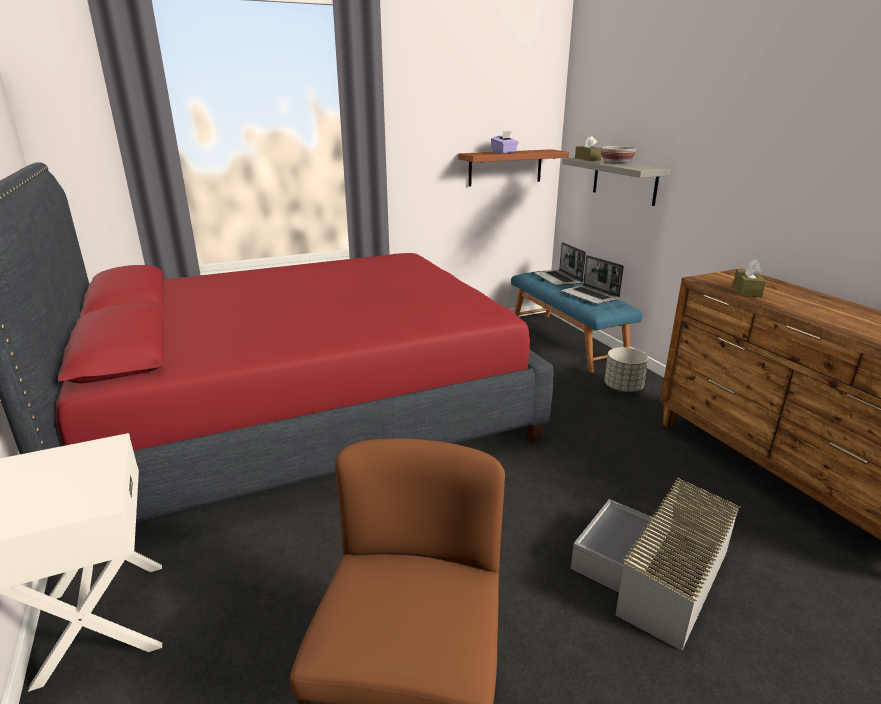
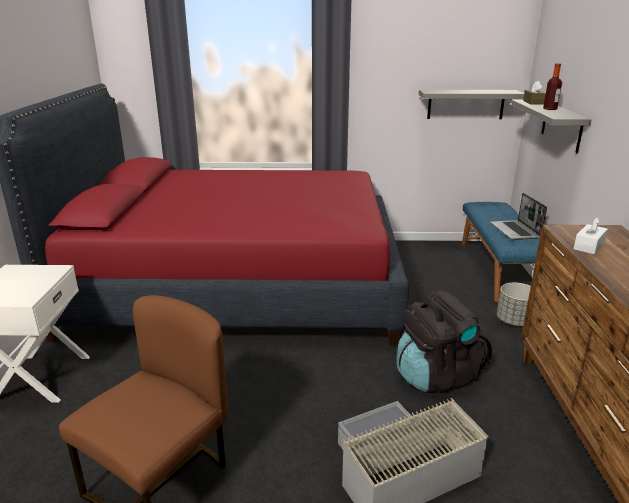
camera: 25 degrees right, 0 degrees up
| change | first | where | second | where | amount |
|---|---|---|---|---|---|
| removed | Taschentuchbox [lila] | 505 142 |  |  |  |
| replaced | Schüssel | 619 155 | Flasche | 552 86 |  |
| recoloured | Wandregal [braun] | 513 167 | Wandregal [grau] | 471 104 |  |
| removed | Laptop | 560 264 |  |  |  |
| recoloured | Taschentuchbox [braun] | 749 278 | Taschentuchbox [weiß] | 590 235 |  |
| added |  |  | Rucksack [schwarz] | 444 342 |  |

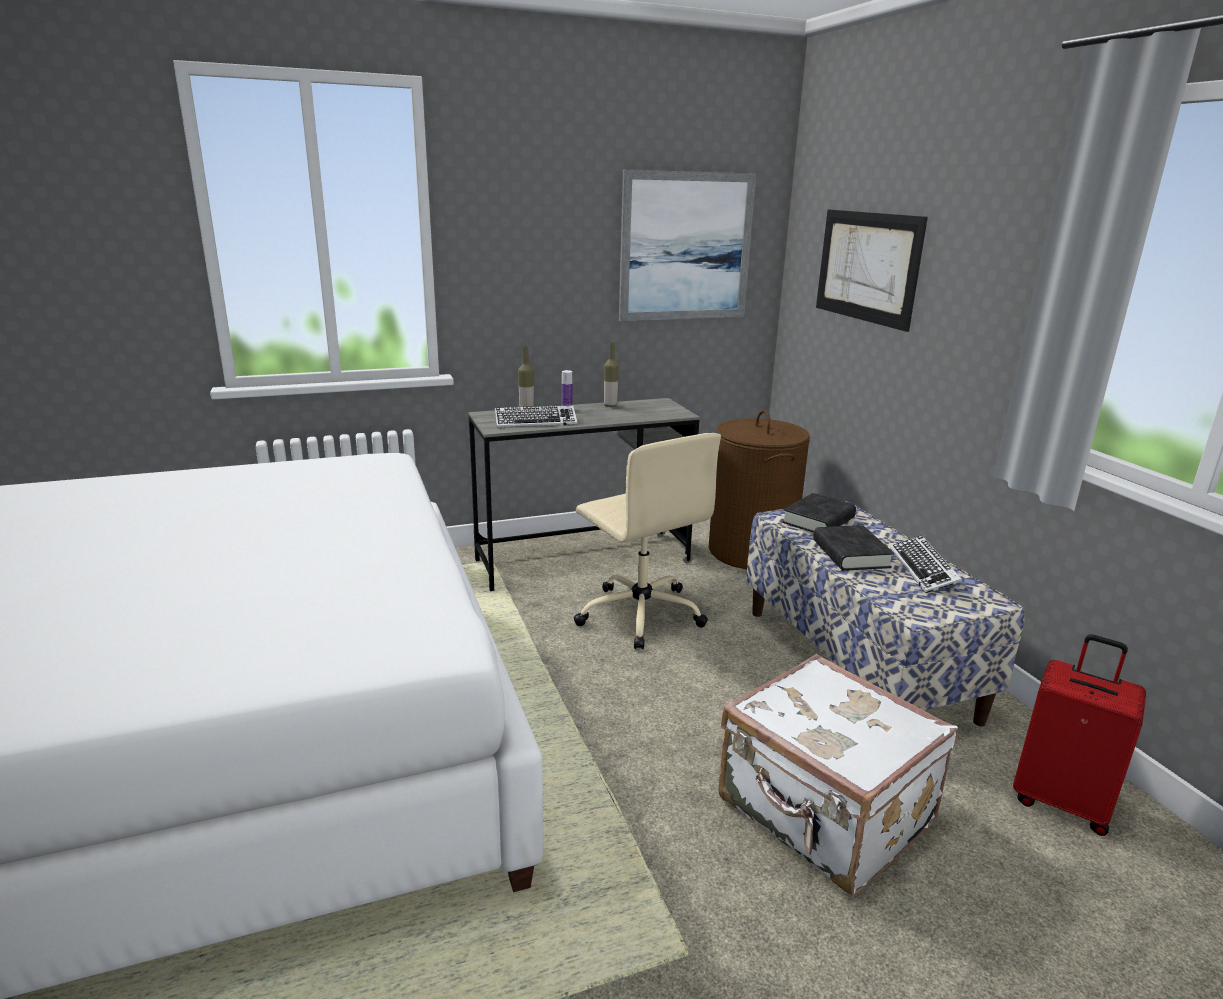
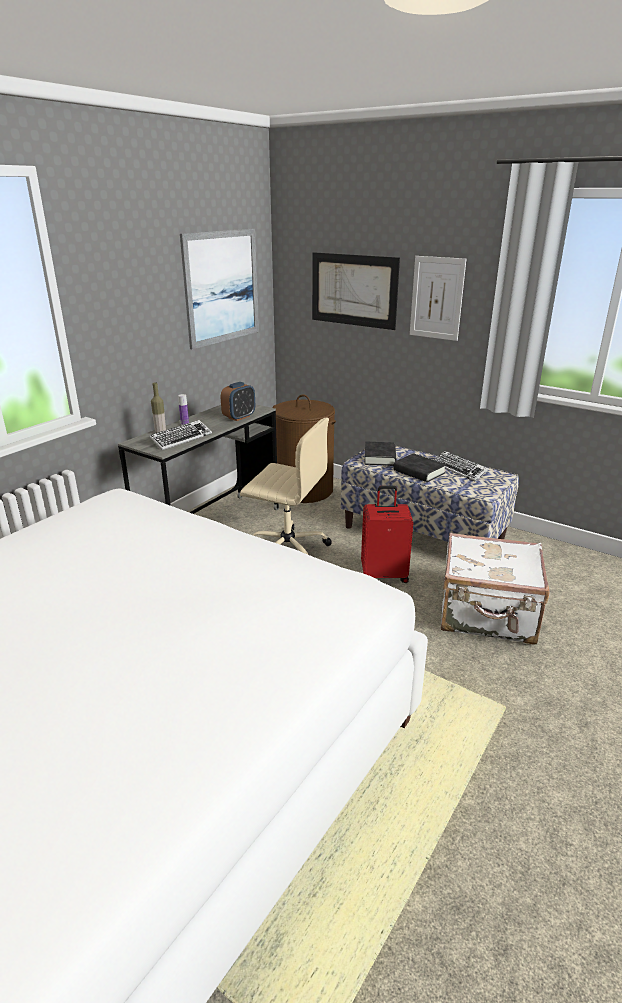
camera: 35 degrees left, 5 degrees up
| change | first | where | second | where | amount |
|---|---|---|---|---|---|
| removed | Flasche | 611 374 |  |  |  |
| moved | Koffer [rot] | 1079 735 |  | 387 534 |  |
| added |  |  | Bild | 438 298 |  |
| added |  |  | Wecker | 238 401 |  |

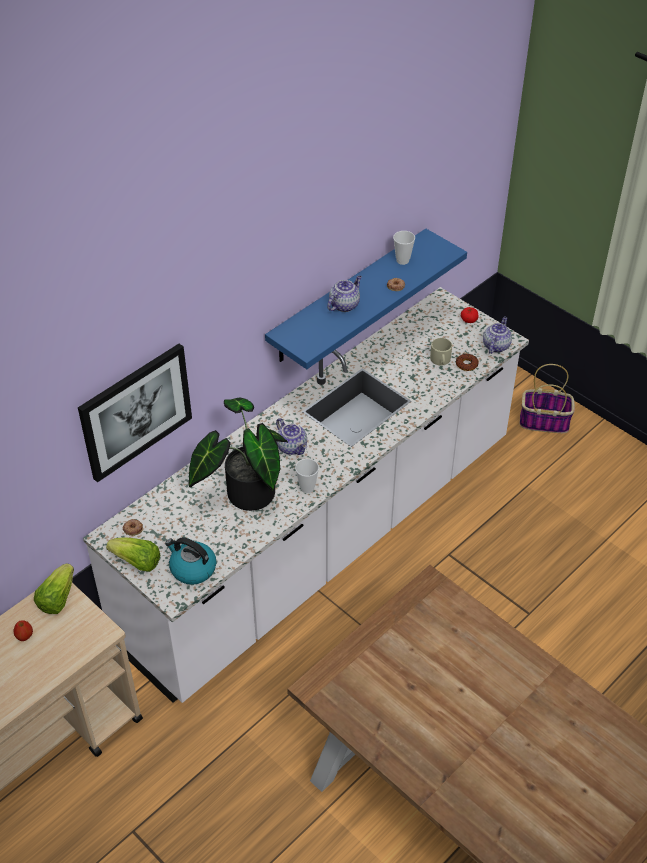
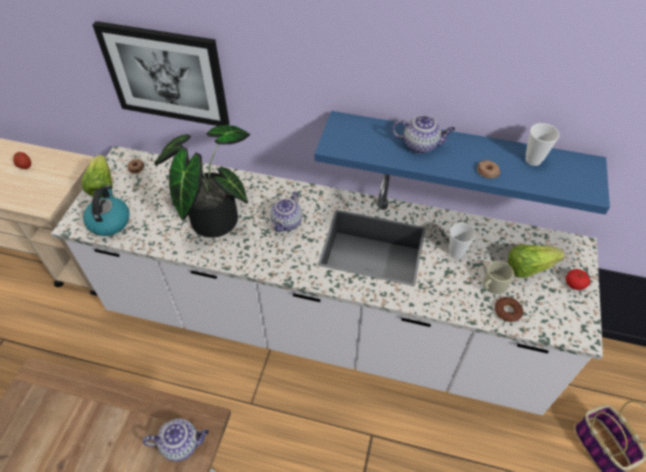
camera: 60 degrees right, 5 degrees up
| change | first | where | second | where | amount |
|---|---|---|---|---|---|
| moved | Teekanne | 497 335 |  | 176 440 |  |
| moved | Tasse | 307 476 |  | 462 240 |  |
| moved | Salatkopf | 54 589 |  | 536 261 |  |

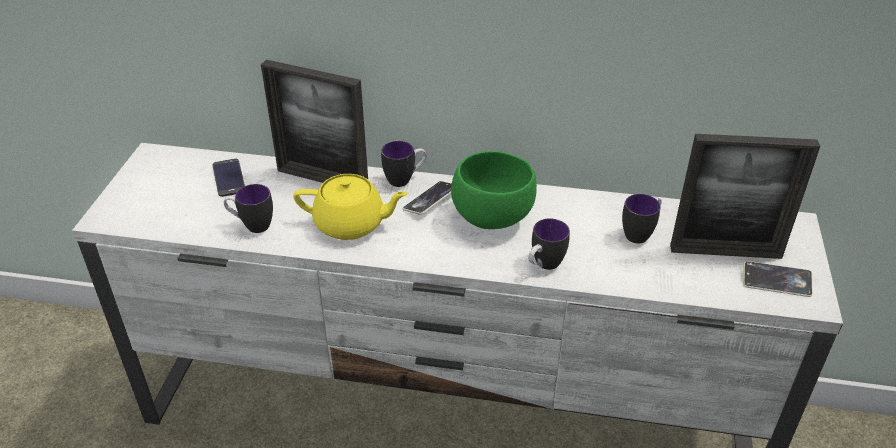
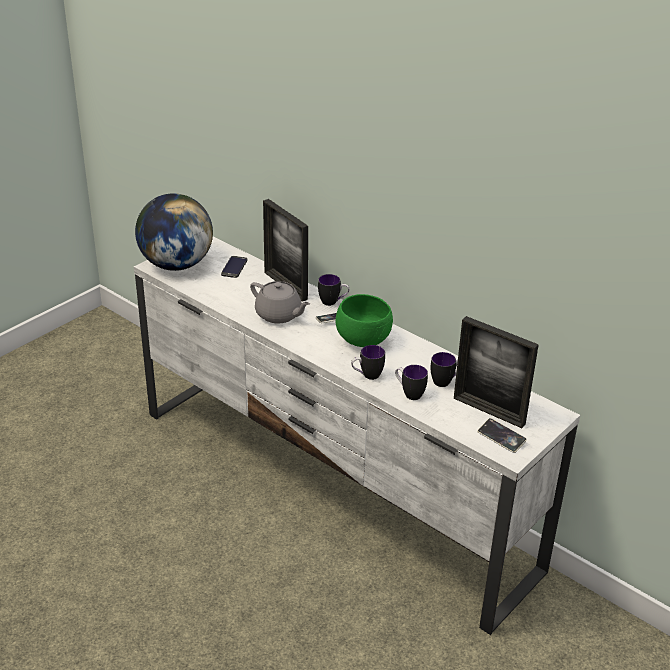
camera: 30 degrees right, 5 degrees down
| change | first | where | second | where | amount |
|---|---|---|---|---|---|
| recoloured | Teekanne [gelb] | 350 207 | Teekanne [grau] | 280 302 |  |
| moved | Henkelbecher | 248 208 |  | 411 382 |  |
| added |  |  | Globus | 174 232 |  |

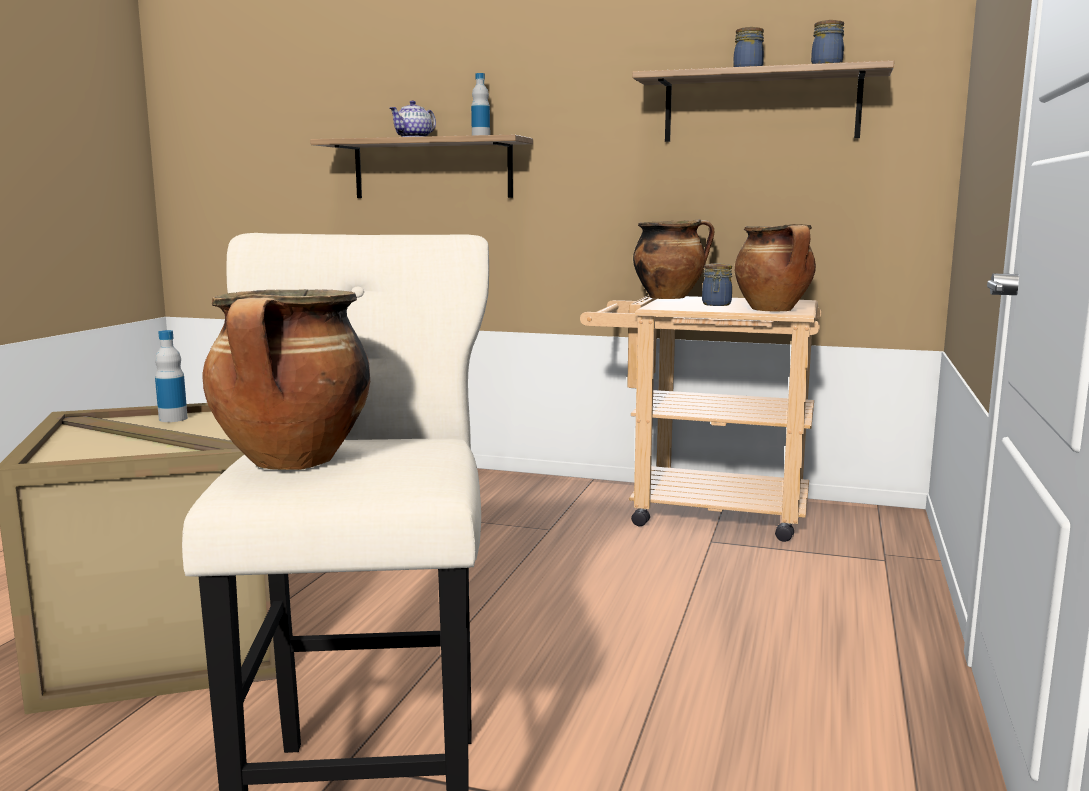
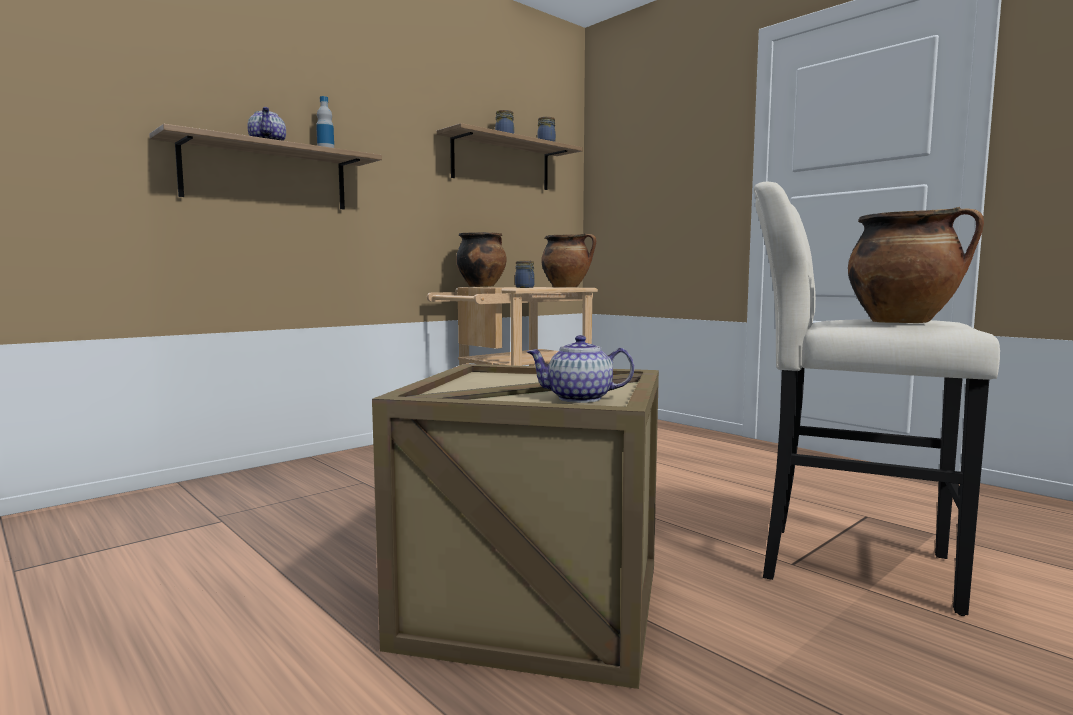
camera: 60 degrees left, 5 degrees down
| change | first | where | second | where | amount |
|---|---|---|---|---|---|
| removed | Flasche | 171 376 |  |  |  |
| added |  |  | Teekanne | 580 369 |  |

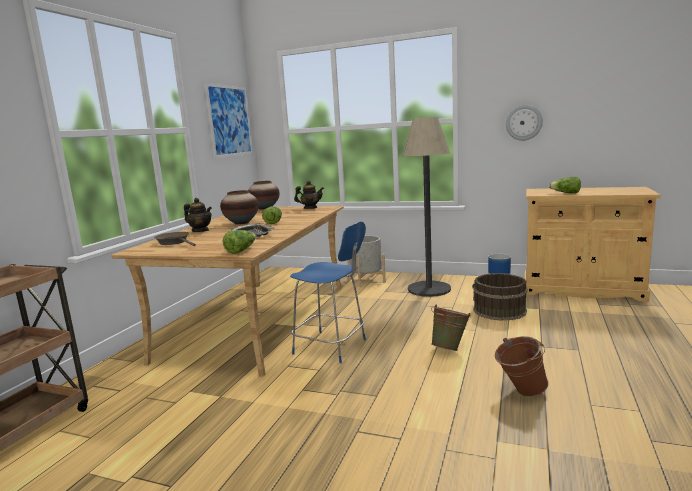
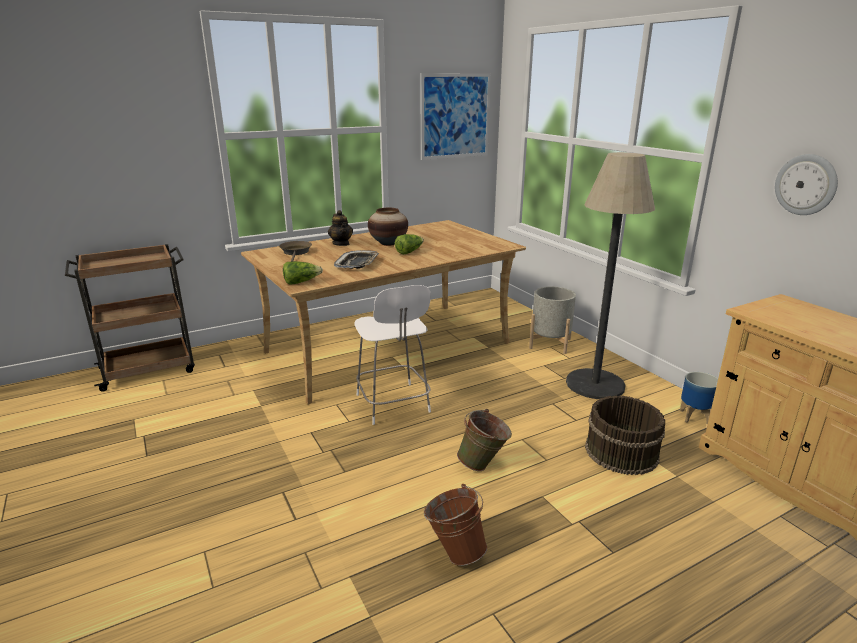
camera: 40 degrees right, 10 degrees up
| change | first | where | second | where | amount |
|---|---|---|---|---|---|
| removed | Salatkopf | 565 184 |  |  |  |
| removed | Vase | 264 195 |  |  |  |
| removed | Teekanne | 309 195 |  |  |  |
| recoloured | Hocker [blau] | 328 292 | Hocker [weiß] | 393 355 |  |

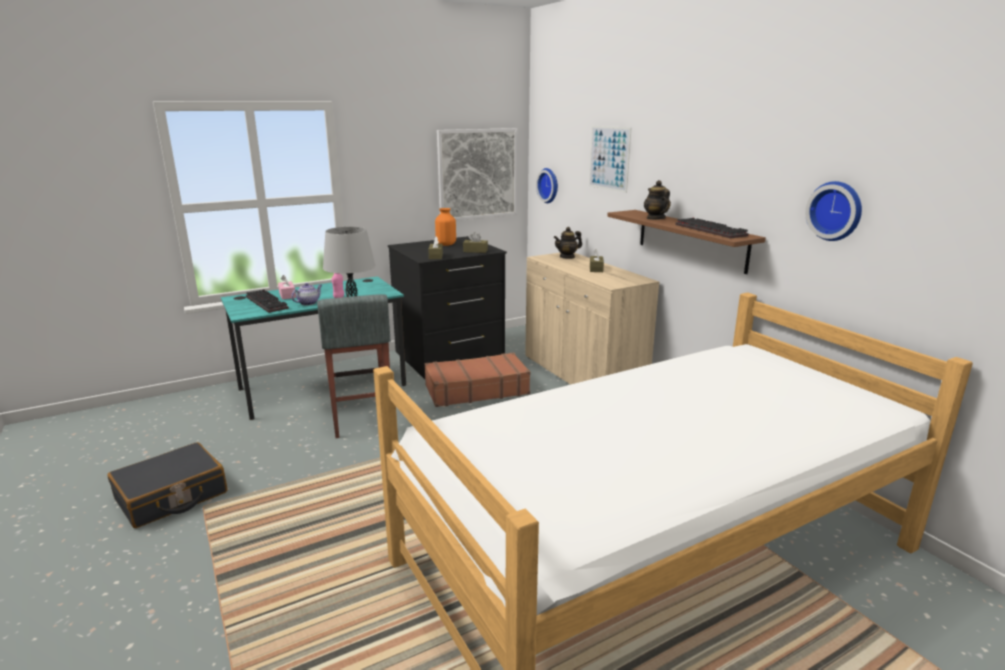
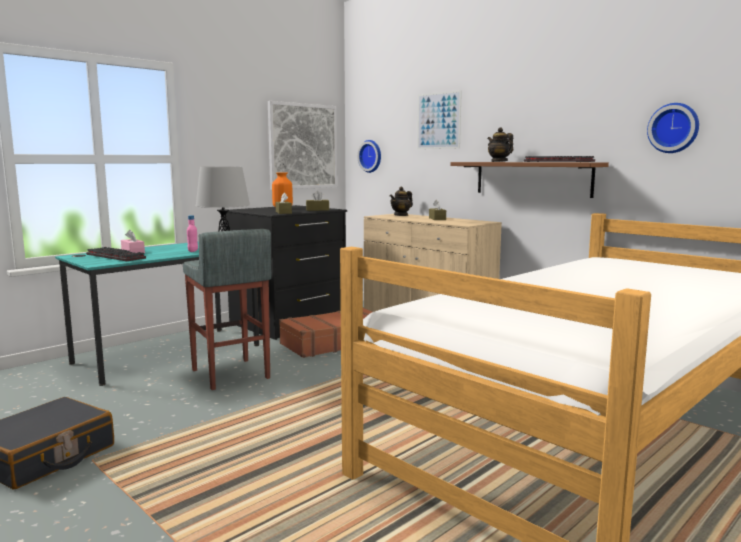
camera: 15 degrees left, 10 degrees down
| change | first | where | second | where | amount |
|---|---|---|---|---|---|
| removed | Teekanne | 306 294 |  |  |  |

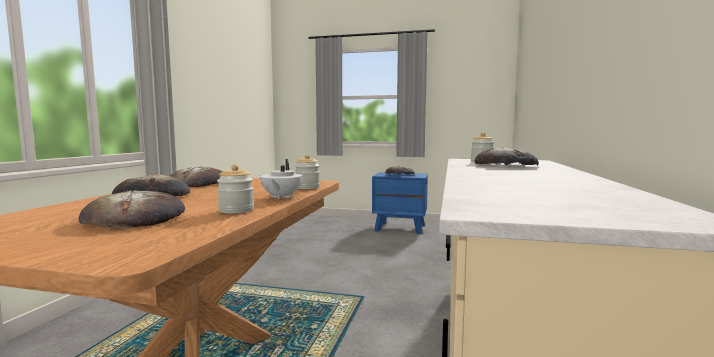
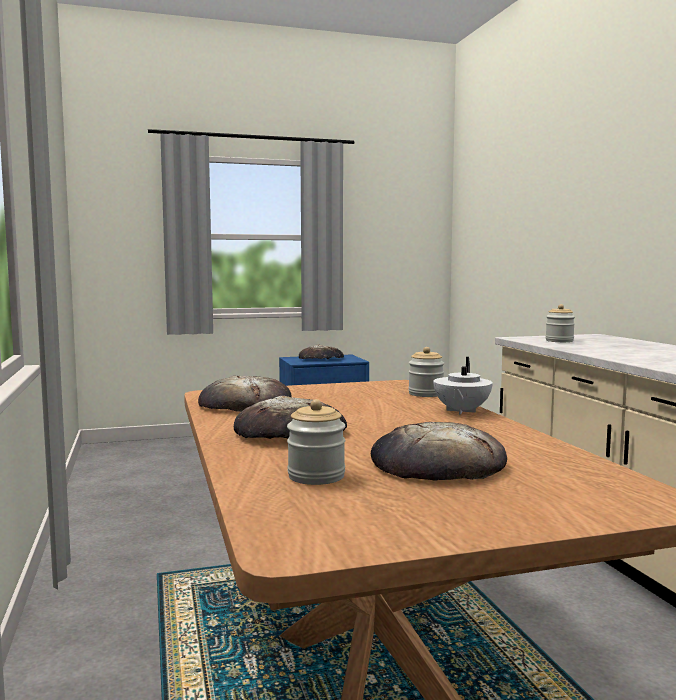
camera: 30 degrees left, 0 degrees up
| change | first | where | second | where | amount |
|---|---|---|---|---|---|
| removed | Brot | 507 156 |  |  |  |
| turned | Teekanne [weiß] | 281 179 |  | 463 386 | 45 degrees clockwise |
| moved | Vorratsglas | 235 189 |  | 316 442 |  |

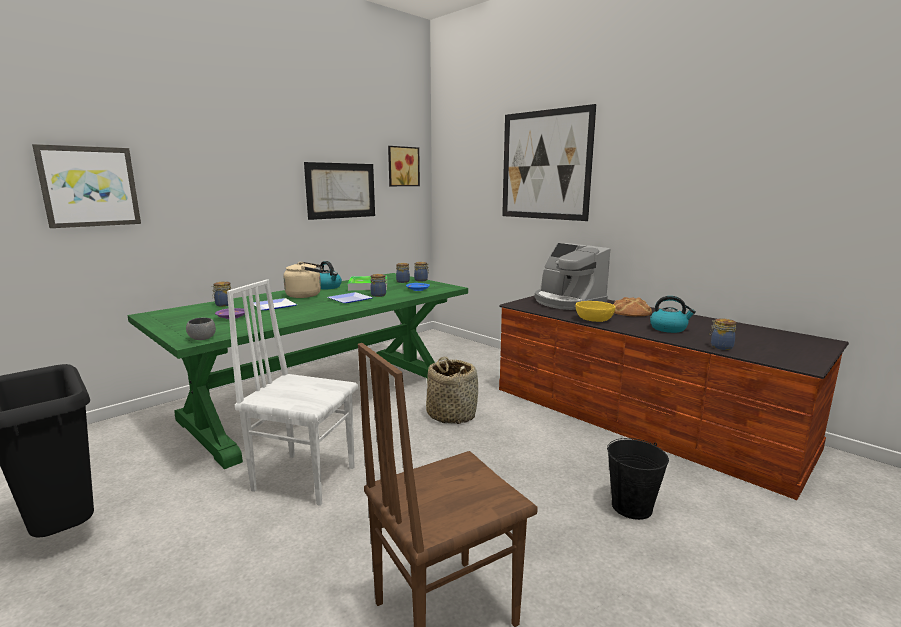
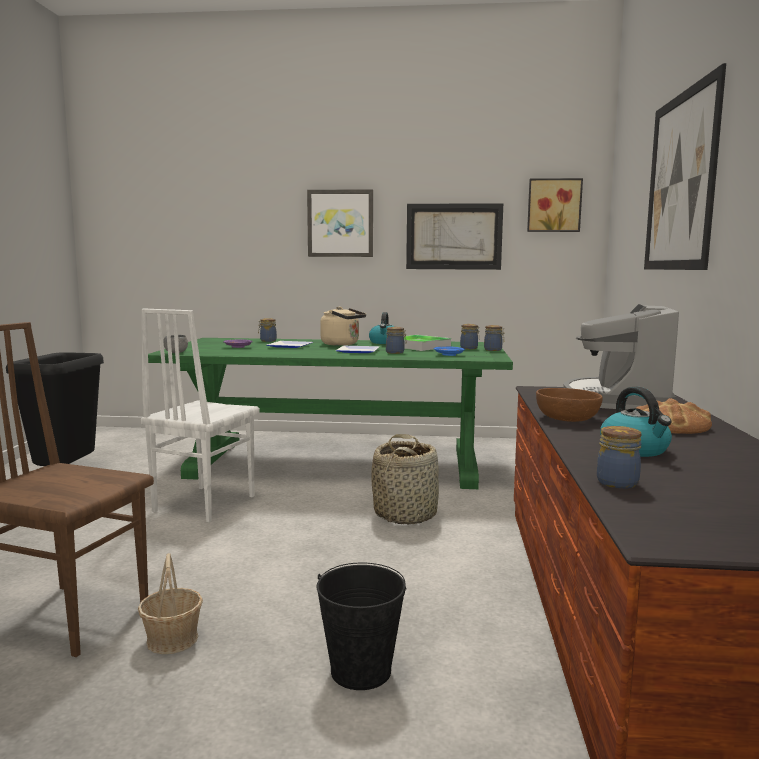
camera: 50 degrees right, 5 degrees down
| change | first | where | second | where | amount |
|---|---|---|---|---|---|
| moved | Bild | 86 186 |  | 340 223 |  |
| turned | Stuhl [weiß] | 292 392 |  | 200 415 | 135 degrees counterclockwise |
| recoloured | Schüssel [gelb] | 595 311 | Schüssel [braun] | 569 405 |  |
| added |  |  | Korb | 170 603 |  |

